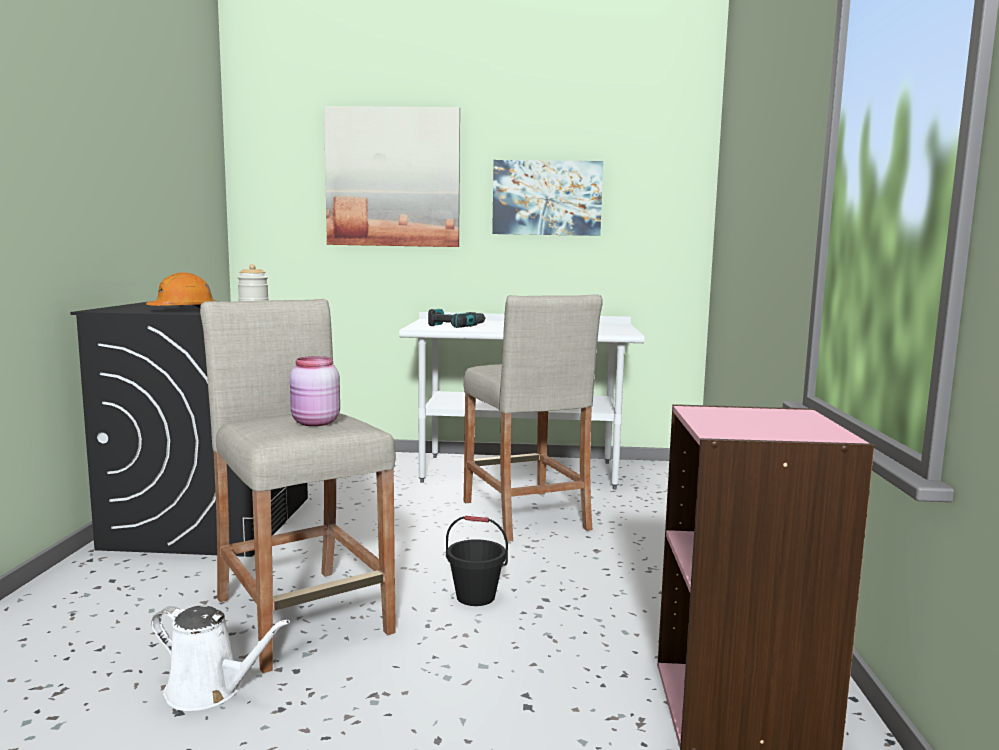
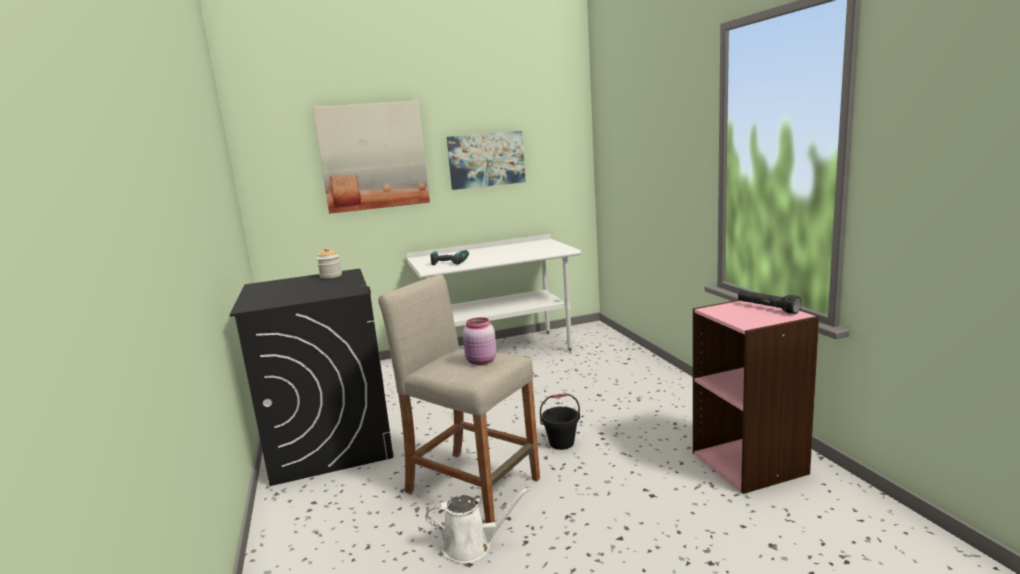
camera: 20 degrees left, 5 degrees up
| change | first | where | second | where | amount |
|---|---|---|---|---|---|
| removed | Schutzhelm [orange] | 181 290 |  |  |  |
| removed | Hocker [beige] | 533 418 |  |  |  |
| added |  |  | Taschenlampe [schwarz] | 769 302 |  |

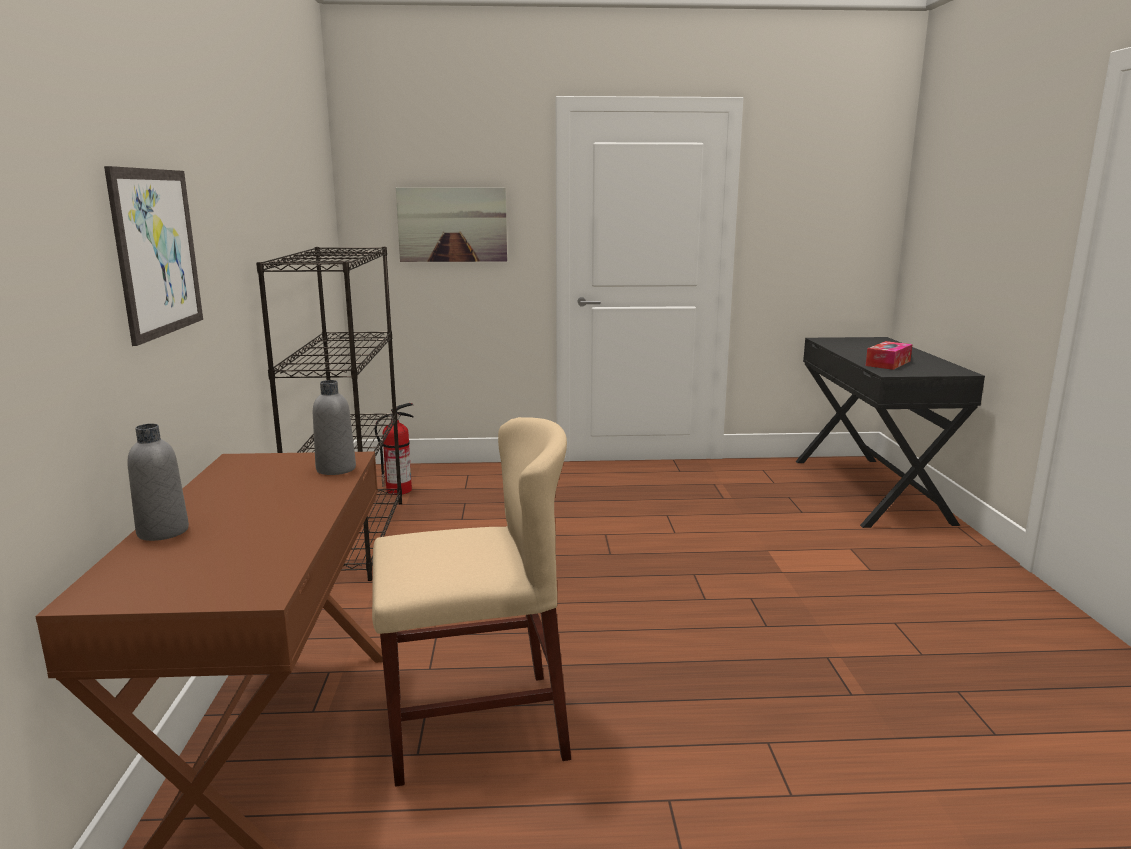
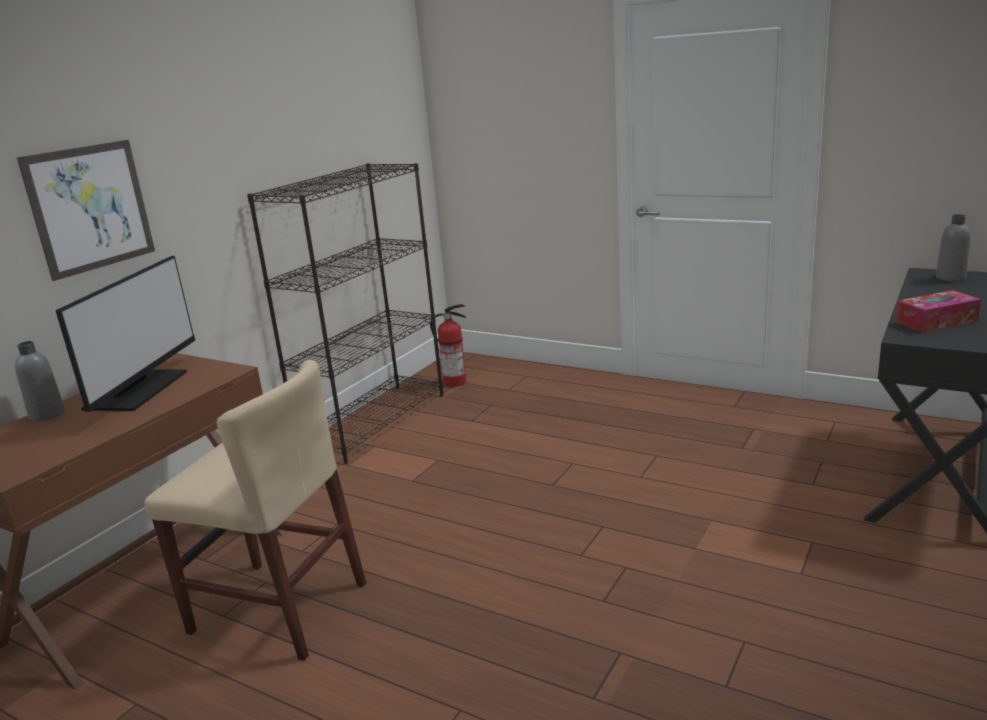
camera: 35 degrees right, 5 degrees up
| change | first | where | second | where | amount |
|---|---|---|---|---|---|
| removed | Bild | 451 225 |  |  |  |
| moved | Flasche [grau] | 334 427 |  | 953 247 |  |
| added |  |  | Monitor | 125 334 |  |

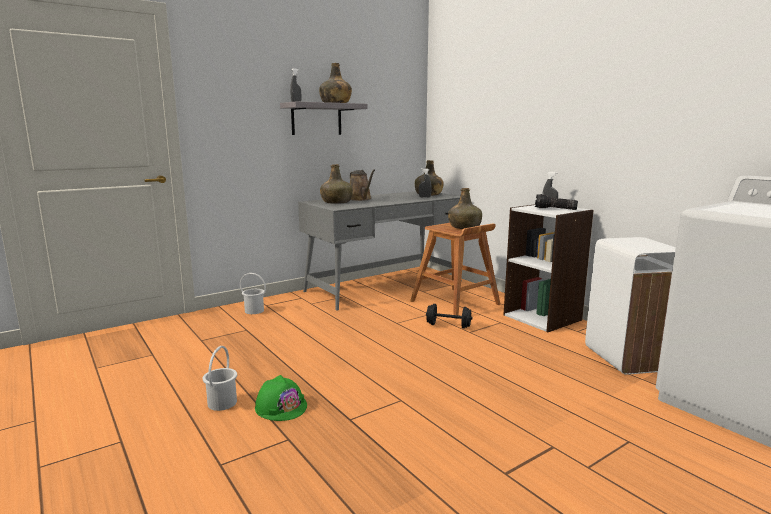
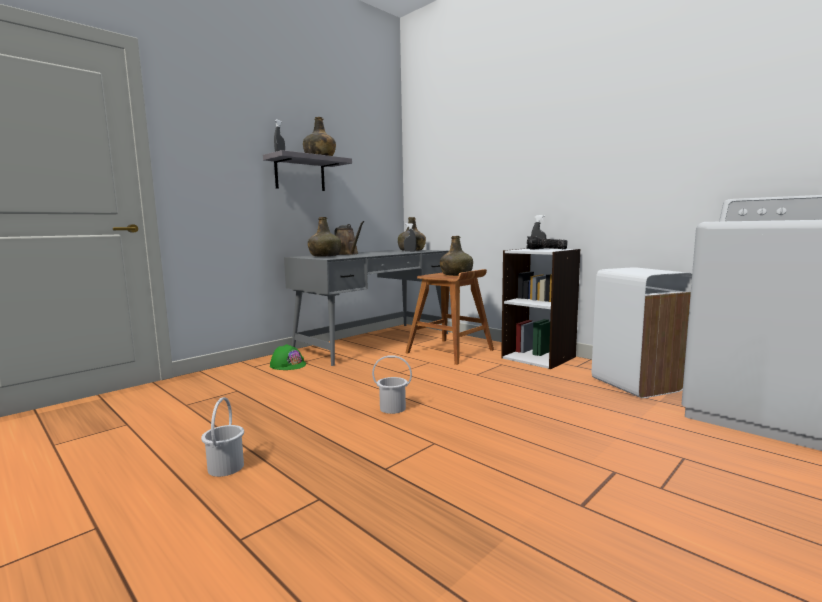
camera: 10 degrees left, 5 degrees down
| change | first | where | second | where | amount |
|---|---|---|---|---|---|
| moved | Eimer [weiß] | 253 293 |  | 392 384 |  |
| removed | Hantel [schwarz] | 449 316 |  |  |  |
| moved | Schutzhelm [grün] | 281 398 |  | 288 357 |  |

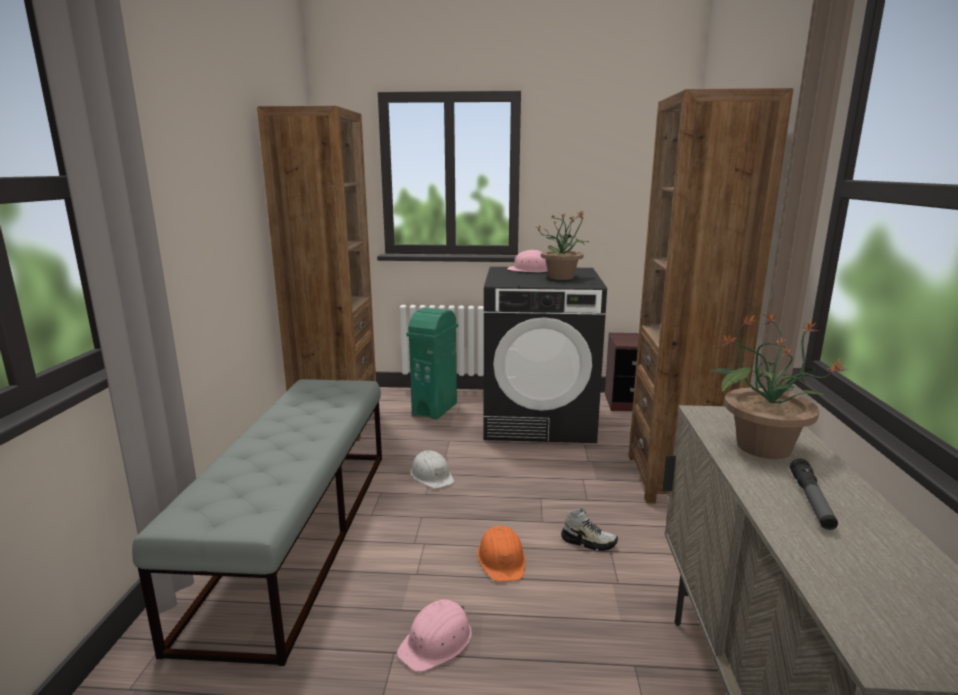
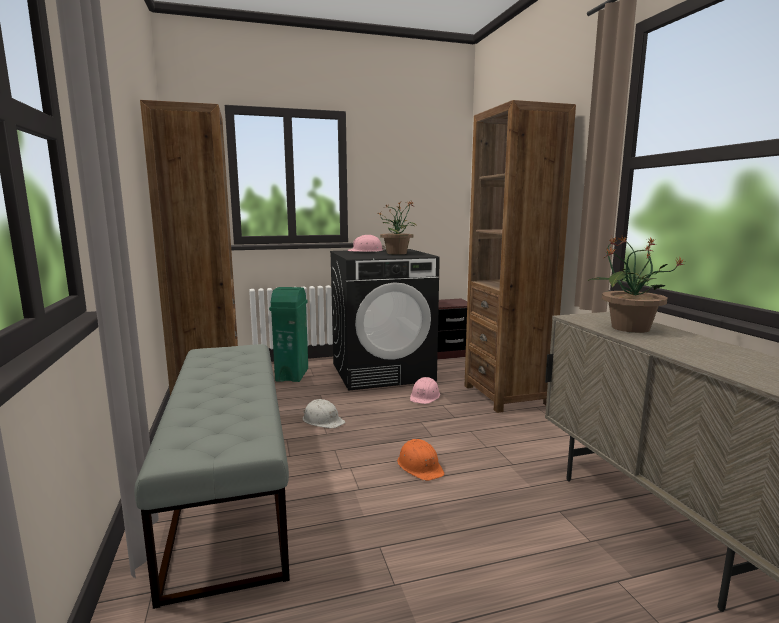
camera: 20 degrees left, 5 degrees down
| change | first | where | second | where | amount |
|---|---|---|---|---|---|
| removed | Taschenlampe | 814 494 |  |  |  |
| removed | Schuh | 589 529 |  |  |  |
| moved | Schutzhelm [rosa] | 434 635 |  | 425 390 |  |

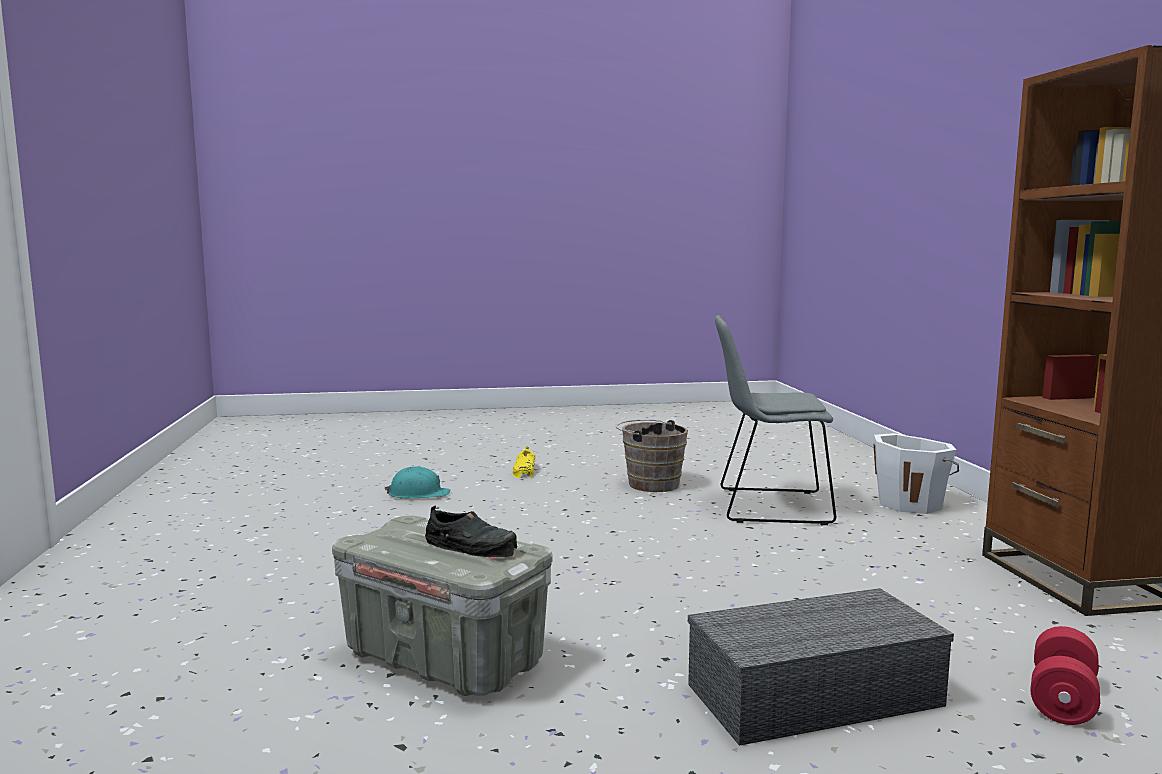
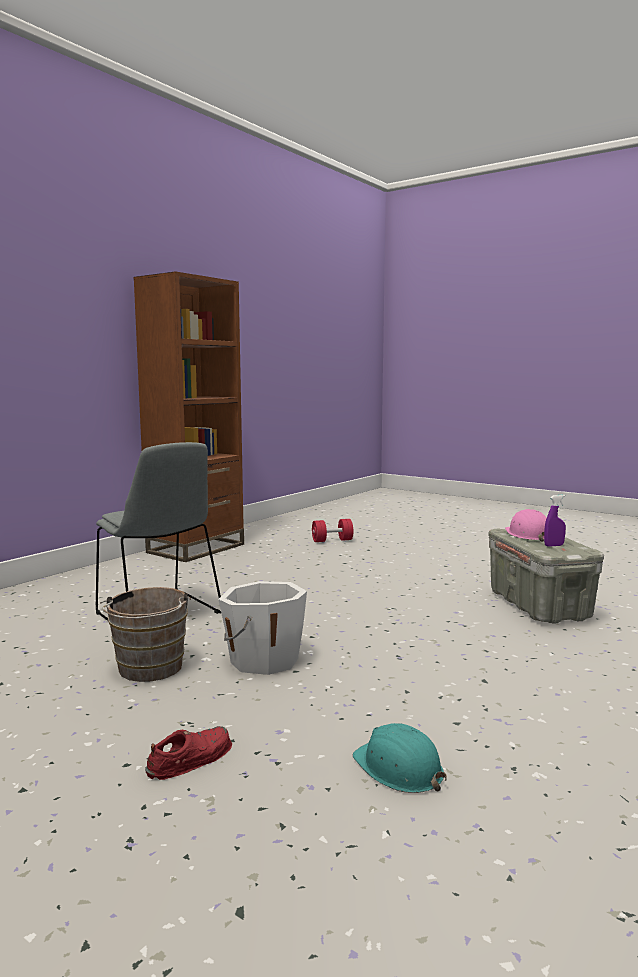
camera: 135 degrees left, 0 degrees up
| change | first | where | second | where | amount |
|---|---|---|---|---|---|
| moved | Eimer [weiß] | 916 473 |  | 262 628 |  |
| recoloured | Schuh [gelb] | 524 462 | Schuh [rot] | 188 753 |  |
| replaced | Schuh [schwarz] | 471 531 | Schutzhelm [rosa] | 526 525 |  |
| removed | Aufbewahrungsbox [grau] | 821 667 |  |  |  |
| added |  |  | Sprühflasche [lila] | 555 521 |  |

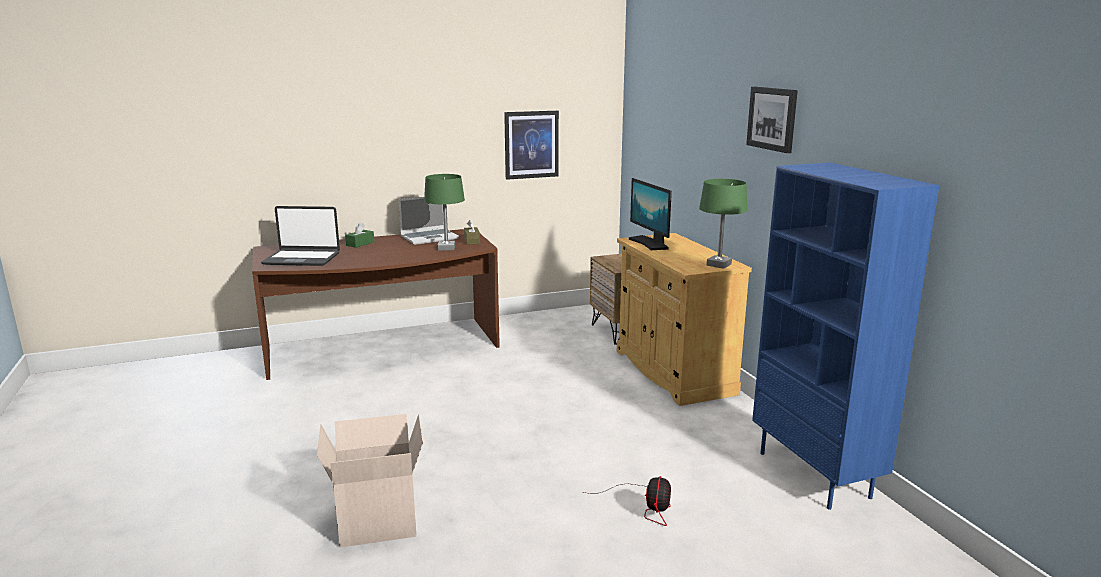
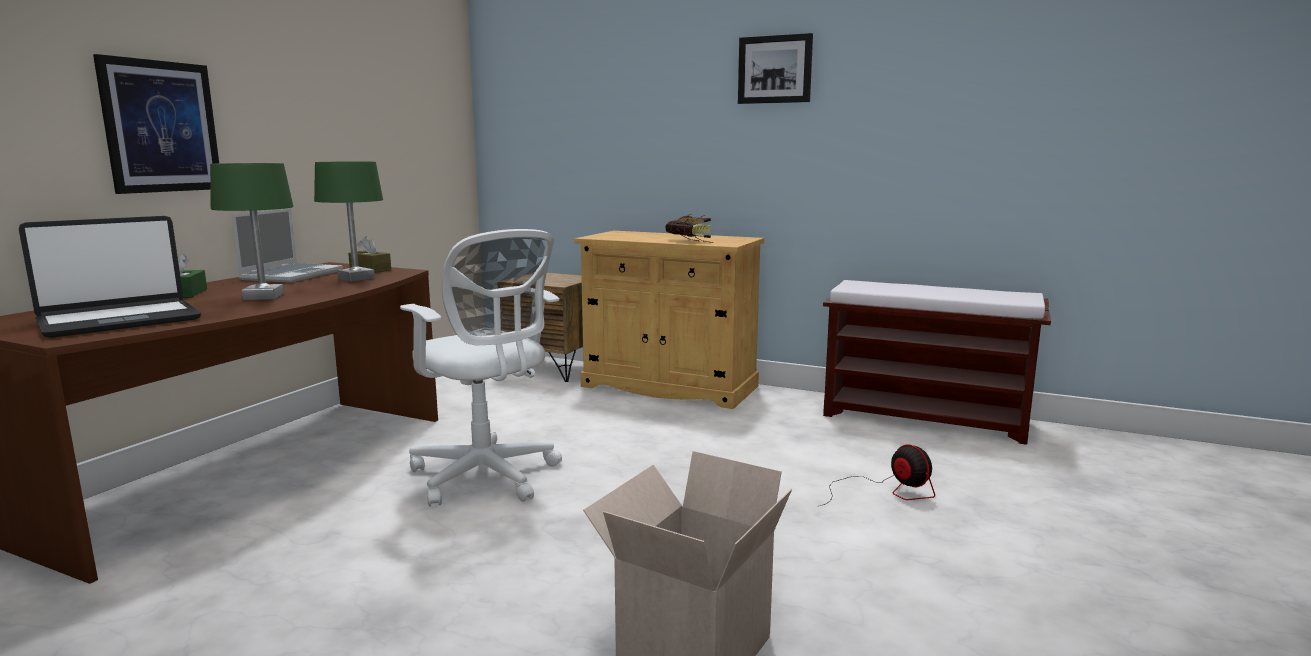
camera: 45 degrees left, 5 degrees down
| change | first | where | second | where | amount |
|---|---|---|---|---|---|
| moved | Bild | 531 145 |  | 156 124 |  |
| replaced | Bücherregal [blau] | 845 336 | Bank [braun] | 937 362 |  |
| removed | Monitor | 650 214 |  |  |  |
| moved | Tischlampe [grün] | 723 224 |  | 251 231 |  |
| added |  |  | Buch | 689 228 |  |
| added |  |  | Bürostuhl [weiß] | 481 367 |  |

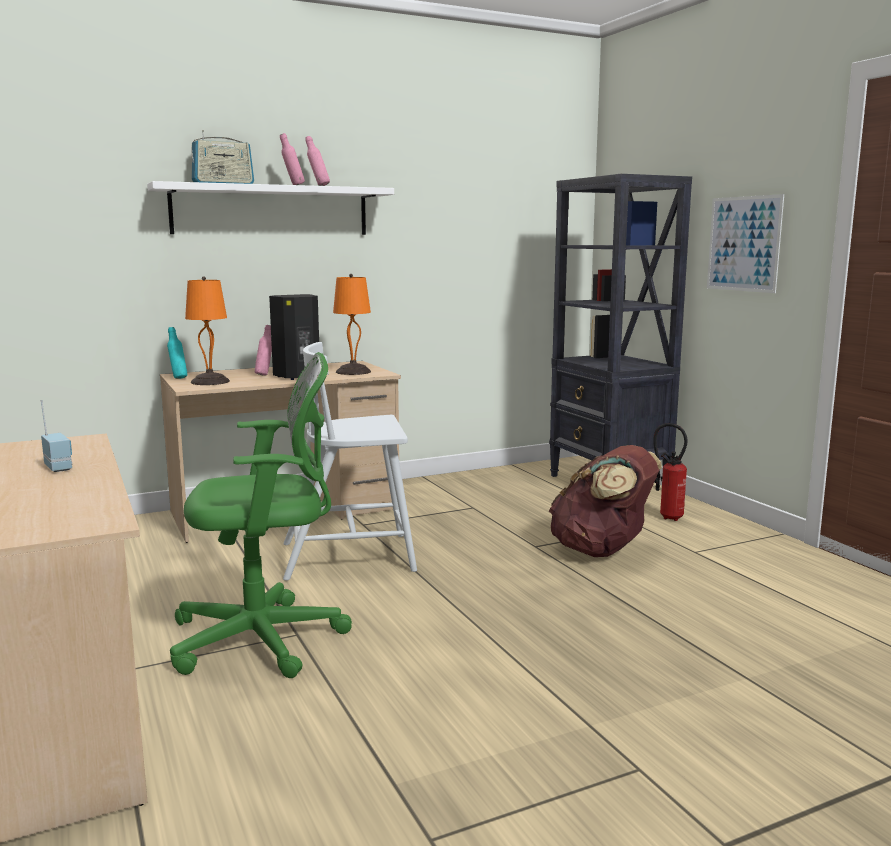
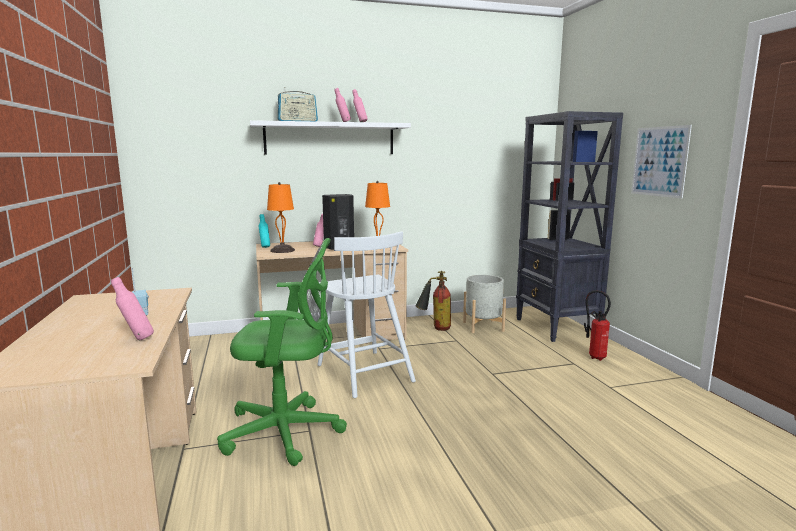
camera: 10 degrees right, 0 degrees up
| change | first | where | second | where | amount |
|---|---|---|---|---|---|
| turned | Stuhl [weiß] | 350 461 |  | 367 314 | 120 degrees counterclockwise |
| removed | Rucksack [braun] | 605 501 |  |  |  |
| added |  |  | Feuerlöscher | 433 301 |  |
| added |  |  | Pflanzkübel [grau] | 484 304 |  |
| added |  |  | Flasche [rosa] | 132 308 |  |

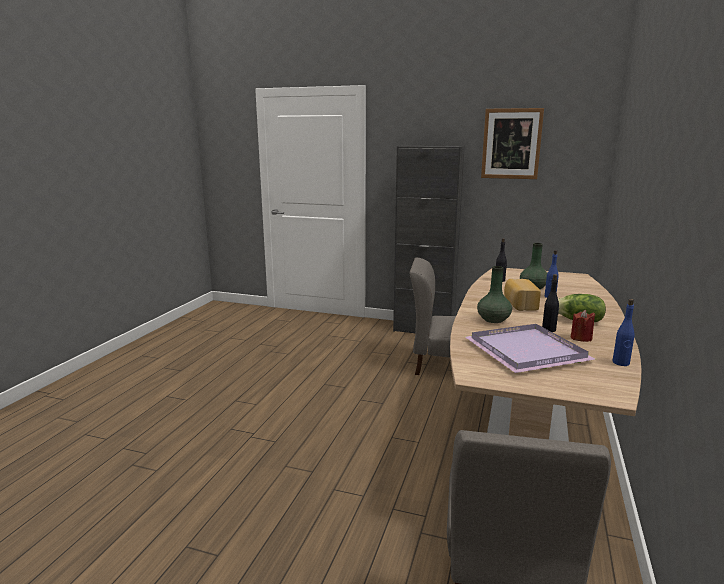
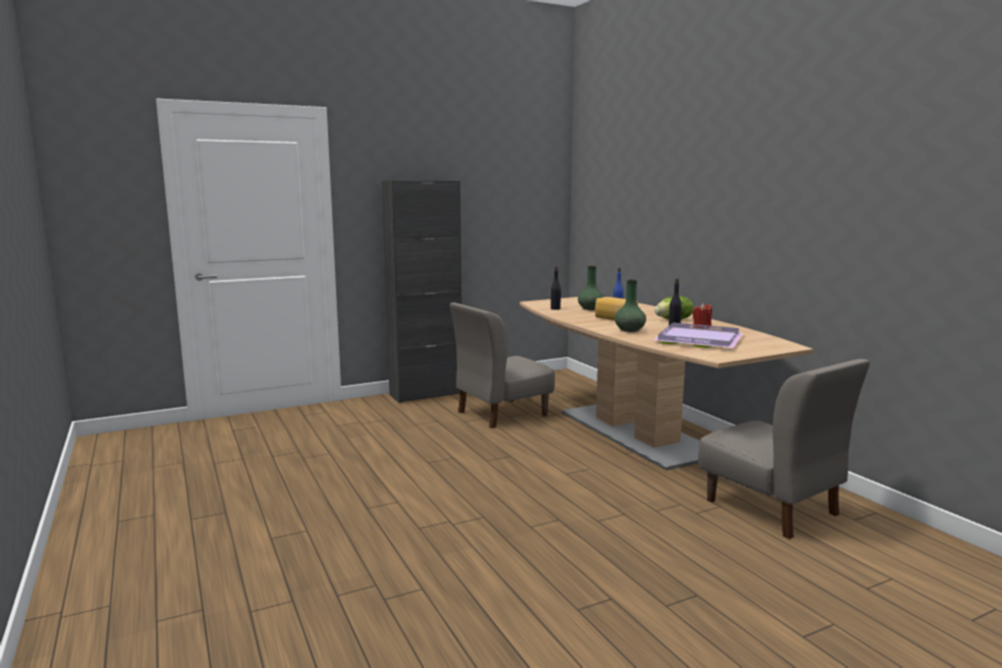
camera: 45 degrees left, 5 degrees down
| change | first | where | second | where | amount |
|---|---|---|---|---|---|
| removed | Bild | 512 143 |  |  |  |
| removed | Flasche [blau] | 624 332 |  |  |  |

